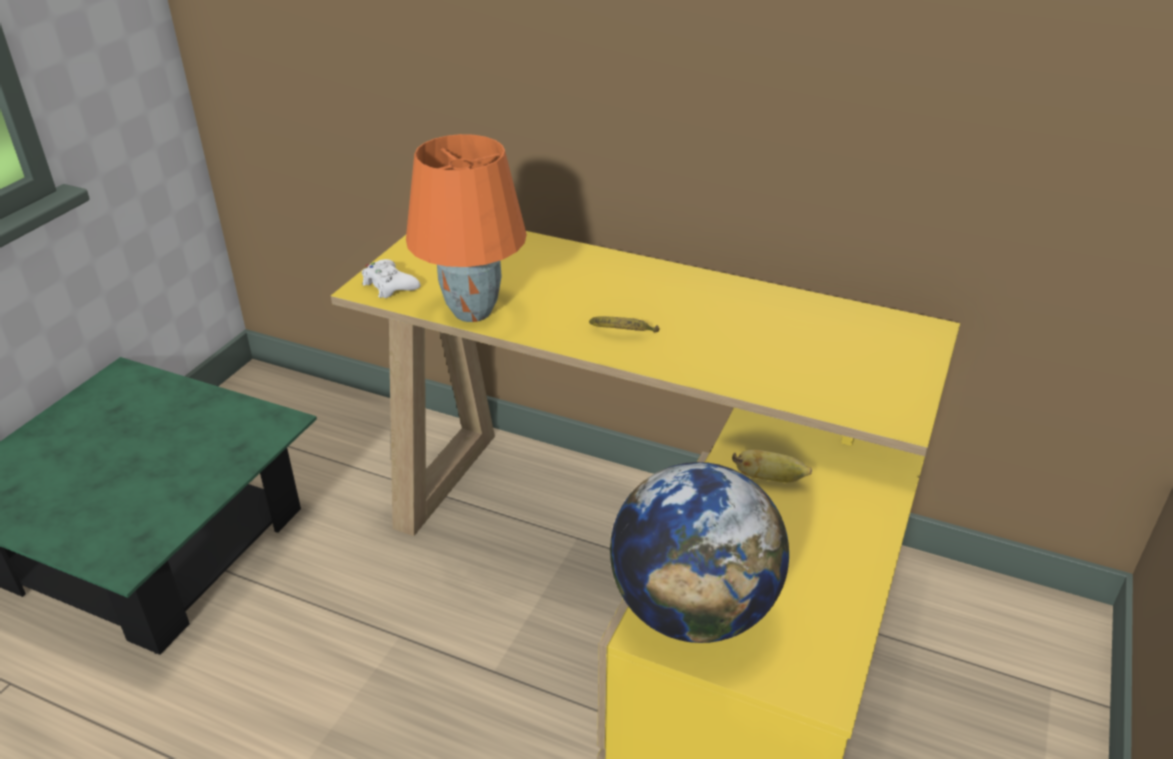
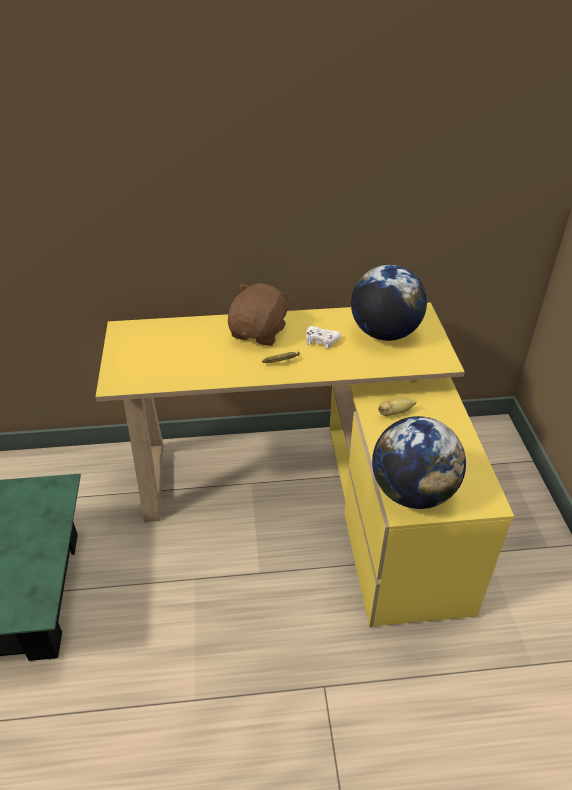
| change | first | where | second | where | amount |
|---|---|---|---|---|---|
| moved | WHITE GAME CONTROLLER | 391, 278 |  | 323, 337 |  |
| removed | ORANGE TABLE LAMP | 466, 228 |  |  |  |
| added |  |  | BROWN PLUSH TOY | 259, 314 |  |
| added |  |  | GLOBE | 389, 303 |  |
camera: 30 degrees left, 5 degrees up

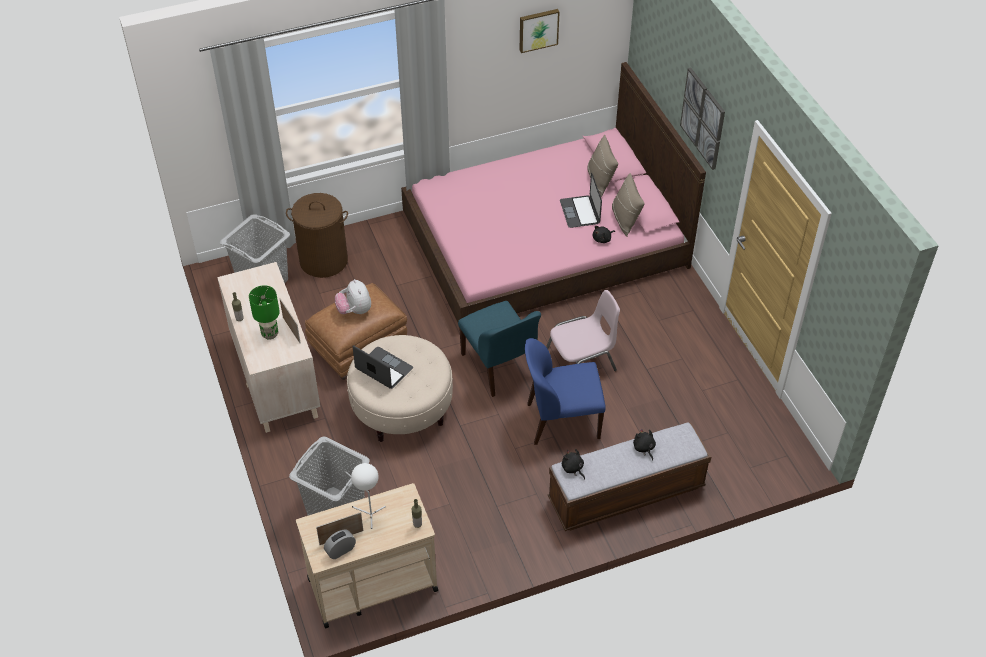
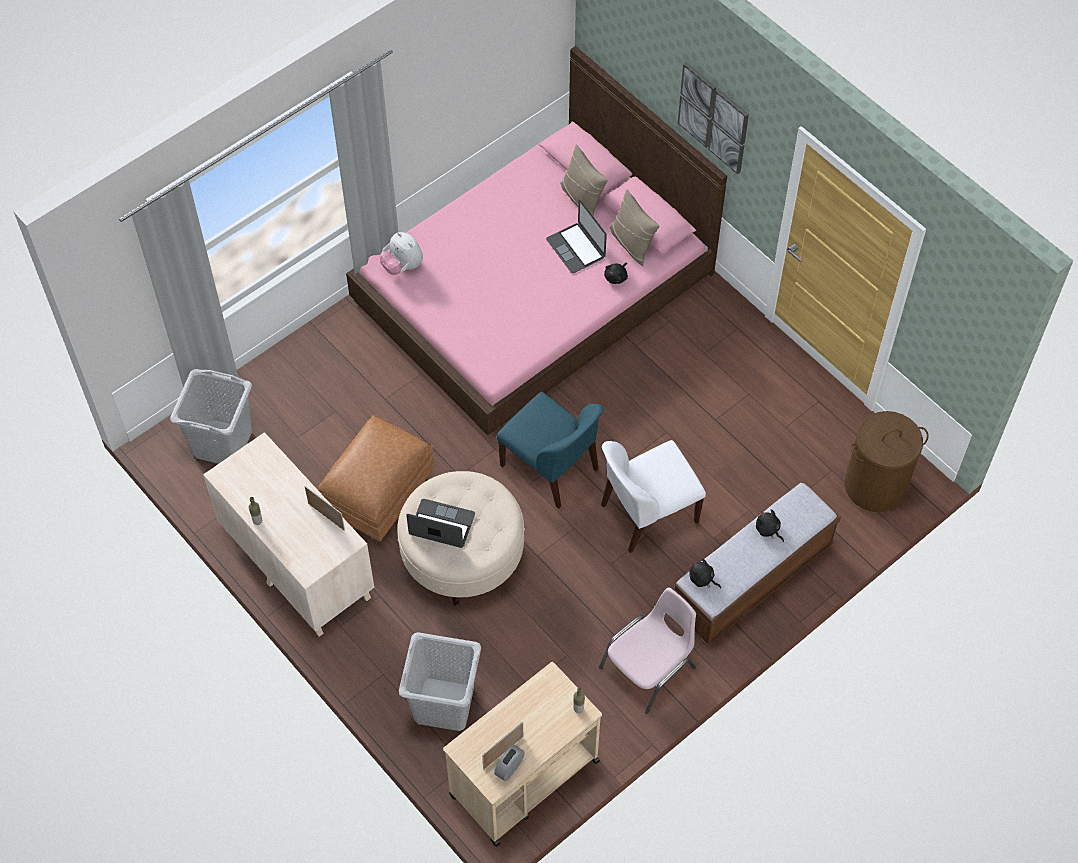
| change | first | where | second | where | amount |
|---|---|---|---|---|---|
| removed | GREEN TABLE LAMP | 264, 312 |  |  |  |
| moved | BROWN LAUNDRY BASKET | 317, 235 |  | 887, 461 |  |
| moved | PLUSH TOY | 353, 296 |  | 401, 253 |  |
| removed | WHITE TABLE LAMP | 365, 496 |  |  |  |
| removed | PICTURE | 540, 31 |  |  |  |
| recoloured | BLUE CHAIR | 565, 391 | WHITE CHAIR | 653, 496 |  |
| moved | PINK CHAIR | 583, 330 |  | 647, 651 |  |
camera: 20 degrees left, 10 degrees up

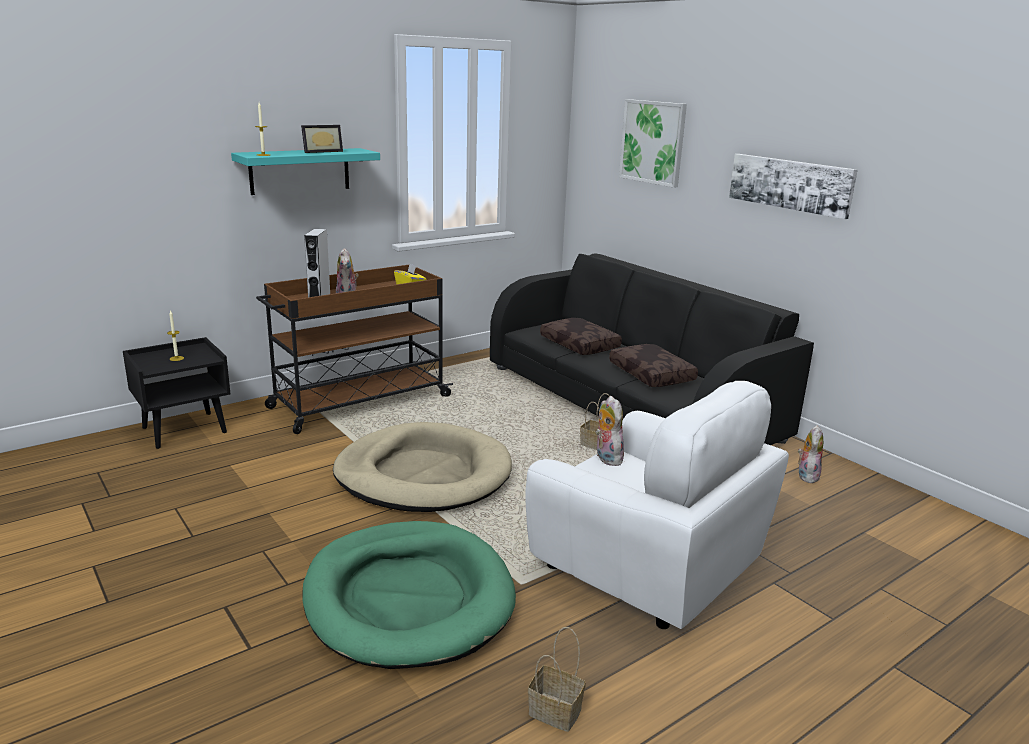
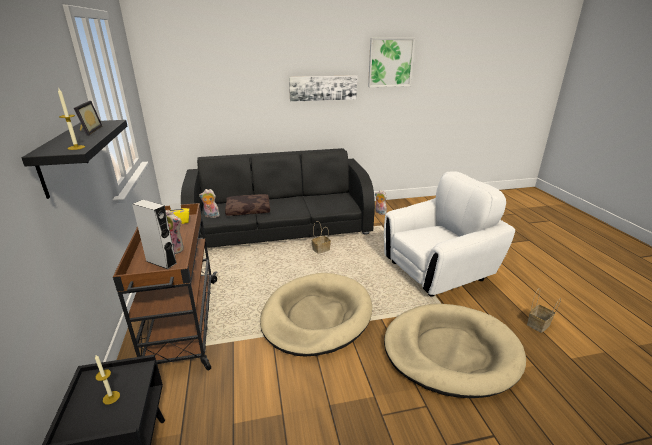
| change | first | where | second | where | amount |
|---|---|---|---|---|---|
| recoloured | TURQUOISE SHELF | 305, 171 | BLACK SHELF | 74, 159 |  |
| recoloured | GREEN DOG BED | 409, 595 | BEIGE DOG BED | 455, 351 |  |
| moved | PLUSH TOY | 610, 431 |  | 209, 203 |  |
| removed | BROWN PILLOW | 653, 365 |  |  |  |
| moved | PICTURE | 653, 143 |  | 391, 62 |  |
camera: 65 degrees left, 5 degrees up

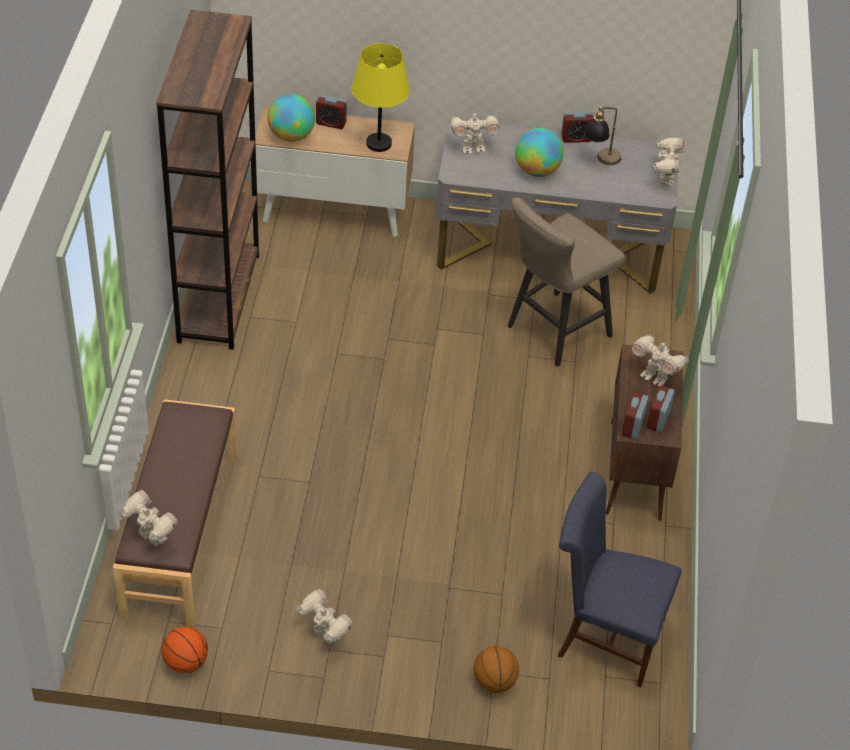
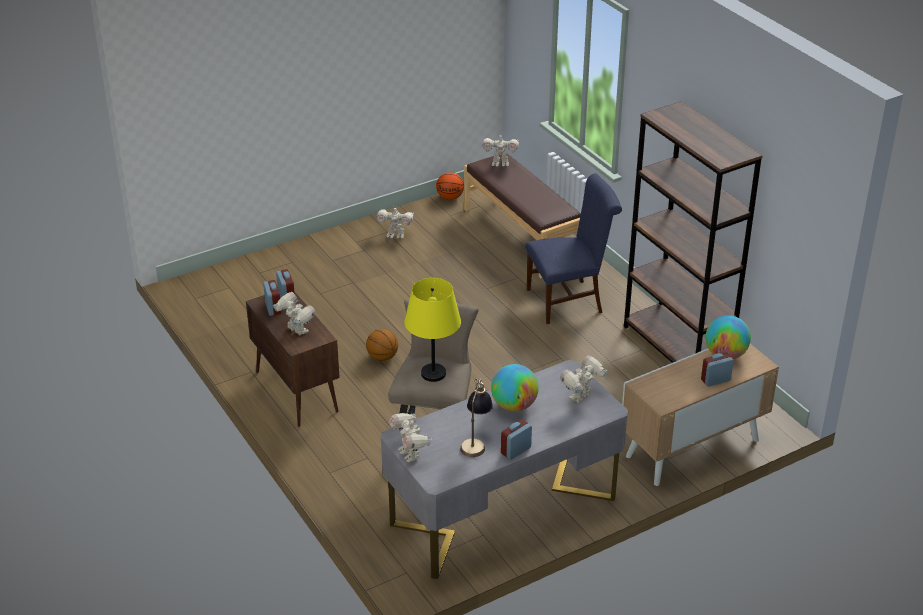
| change | first | where | second | where | amount |
|---|---|---|---|---|---|
| moved | YELLOW TABLE LAMP | 381, 97 |  | 433, 330 |  |
| moved | BASKETBALL | 496, 669 |  | 382, 345 |  |
| moved | BLUE CHAIR | 620, 579 |  | 573, 248 |  |
| turned | TOY ROBOT | 660, 360 |  | 294, 314 | 45 degrees clockwise |
camera: 145 degrees right, 10 degrees down

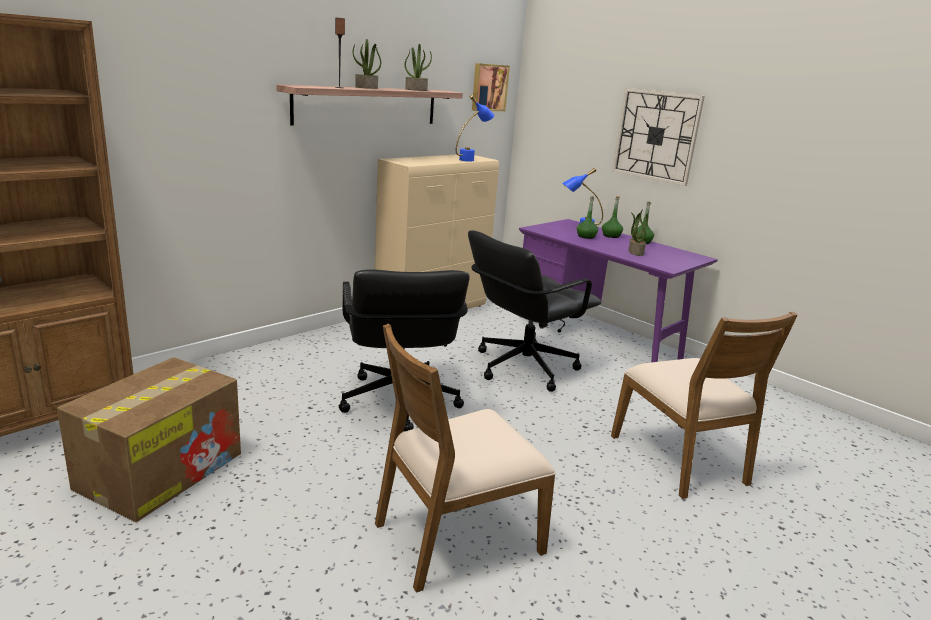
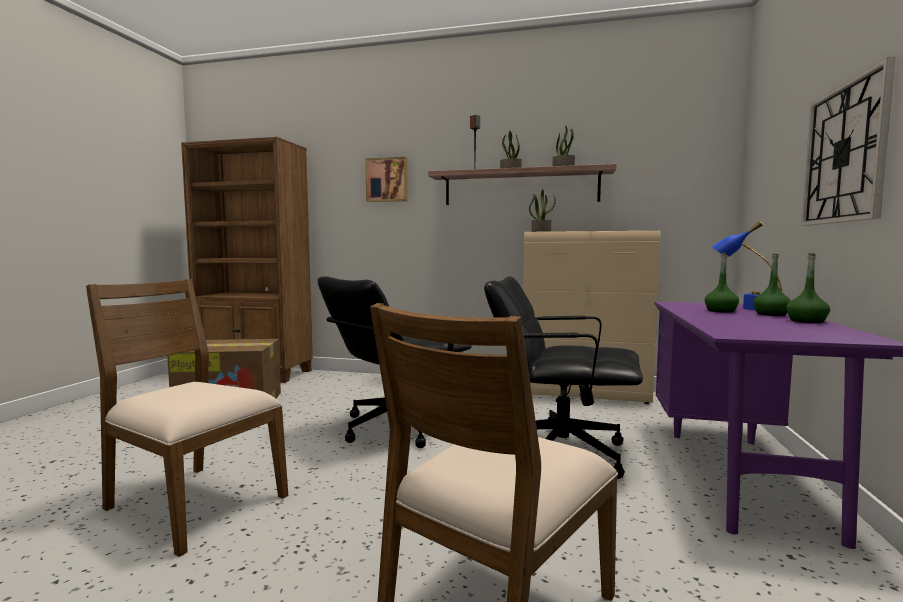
| change | first | where | second | where | amount |
|---|---|---|---|---|---|
| removed | BLUE TABLE LAMP | 475, 128 |  |  |  |
| moved | PICTURE | 491, 87 |  | 386, 179 |  |
| moved | POTTED PLANT | 638, 232 |  | 542, 210 |  |
camera: 60 degrees right, 15 degrees down

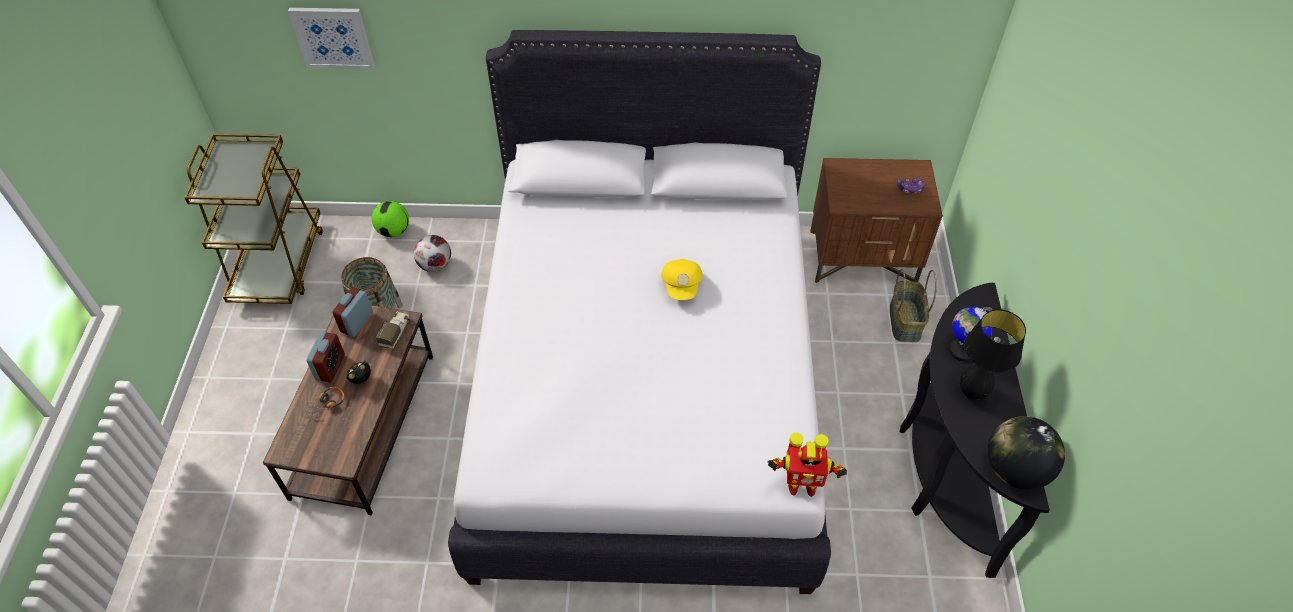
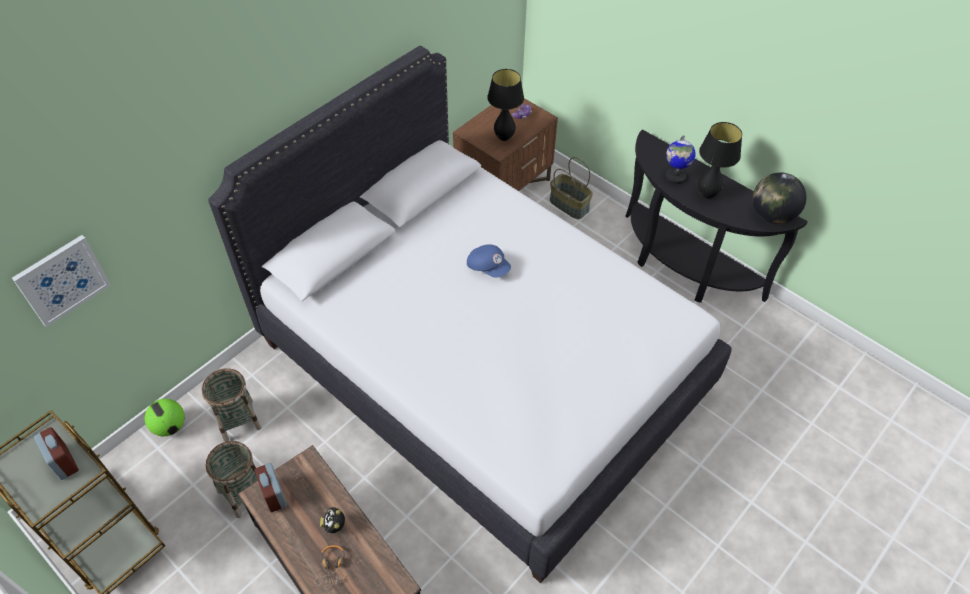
| change | first | where | second | where | amount |
|---|---|---|---|---|---|
| moved | ALARM CLOCK | 326, 357 |  | 56, 453 |  |
| removed | TOY TRUCK | 393, 330 |  |  |  |
| replaced | FOOTBALL | 432, 253 | BASKET | 231, 405 |  |
| recoloured | YELLOW CAP | 682, 279 | BLUE CAP | 489, 261 |  |
| removed | TOY ROBOT | 807, 465 |  |  |  |
| added |  |  | BLACK TABLE LAMP | 505, 105 |  |
camera: 50 degrees left, 0 degrees up

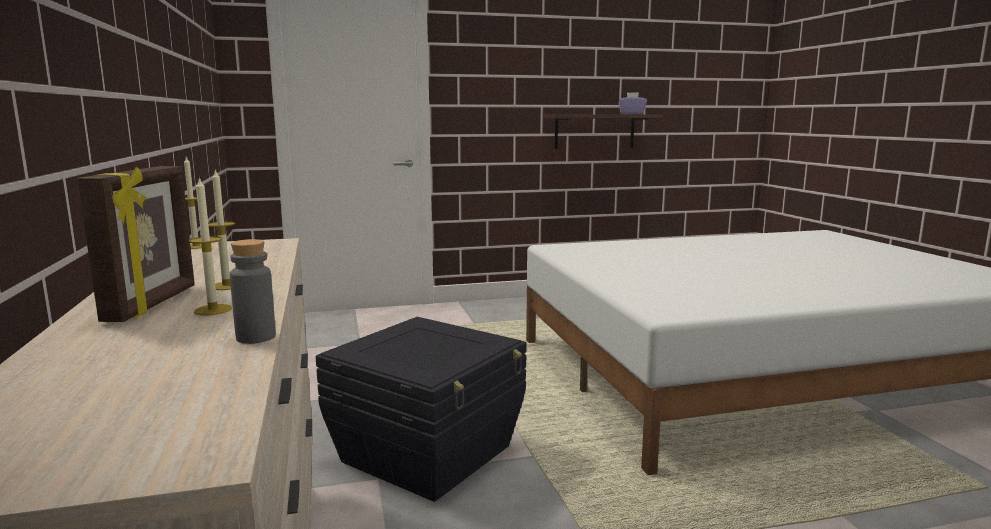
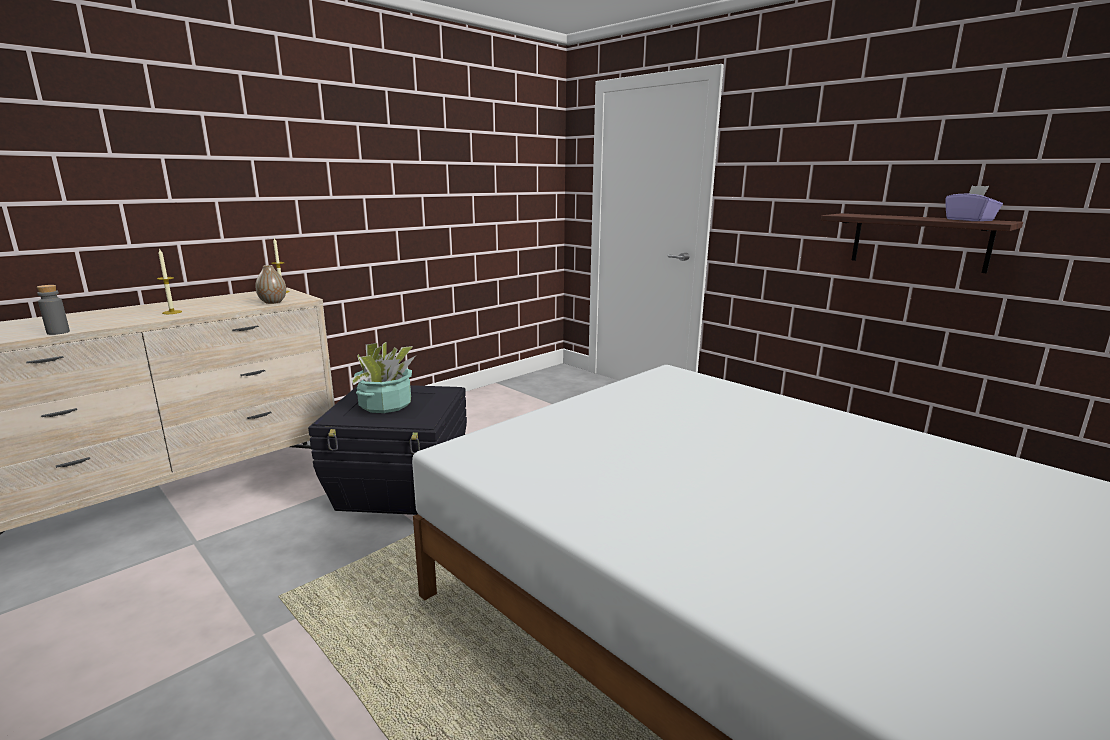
| change | first | where | second | where | amount |
|---|---|---|---|---|---|
| removed | PICTURE FRAME | 136, 244 |  |  |  |
| removed | CANDLE | 210, 246 |  |  |  |
| added |  |  | VASE | 270, 284 |  |
| added |  |  | POTTED PLANT | 383, 377 |  |
camera: 60 degrees right, 5 degrees up

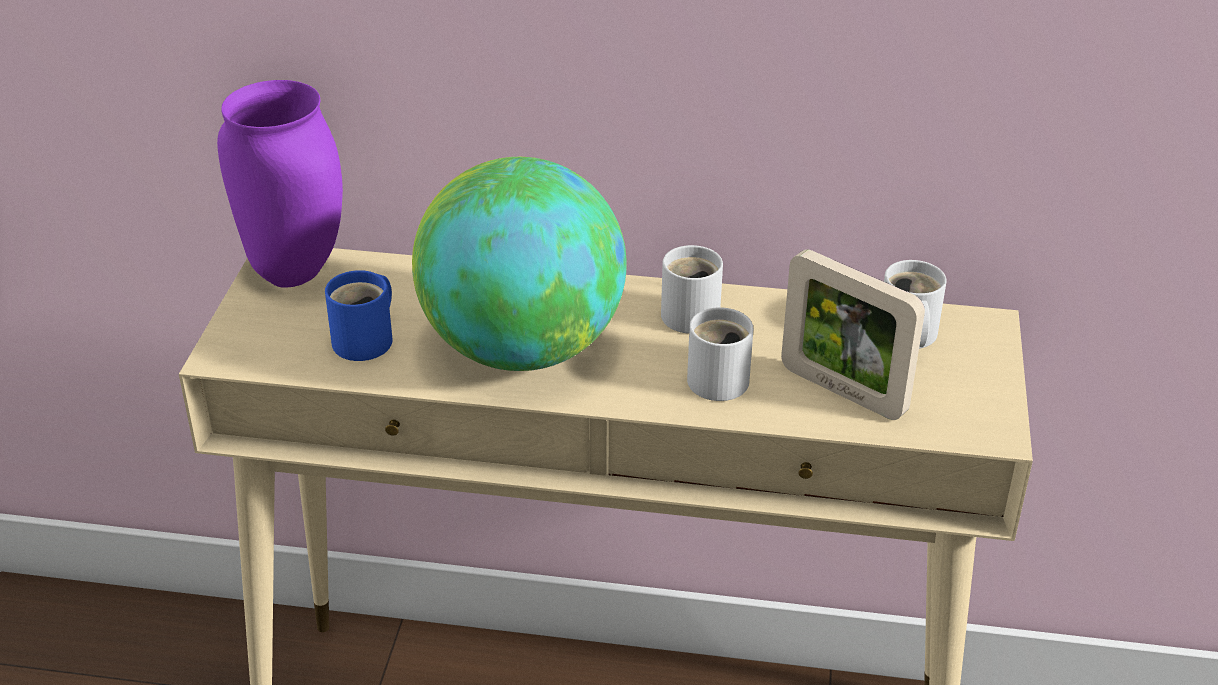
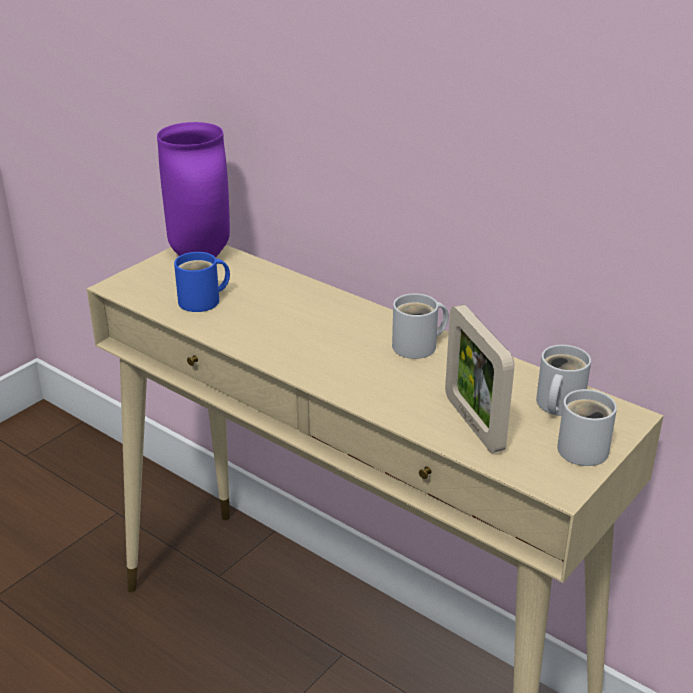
| change | first | where | second | where | amount |
|---|---|---|---|---|---|
| removed | GLOBE | 519, 264 |  |  |  |
| moved | WHITE MUG | 720, 354 |  | 587, 427 |  |
camera: 30 degrees right, 5 degrees down

